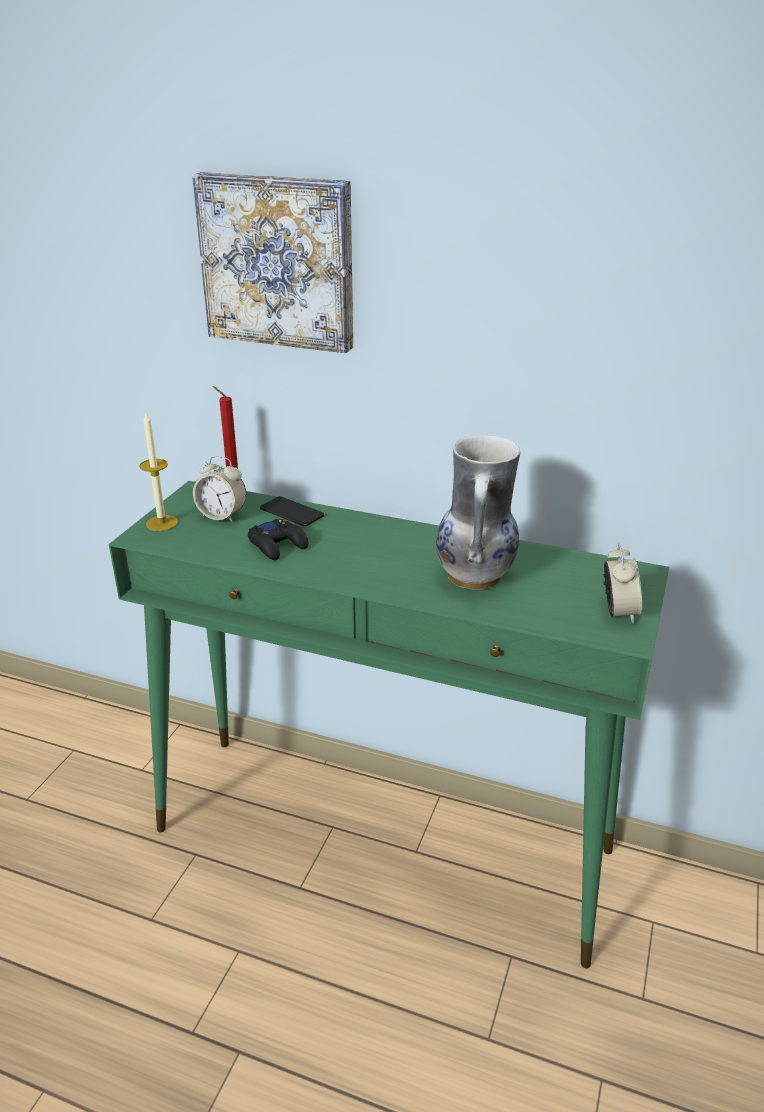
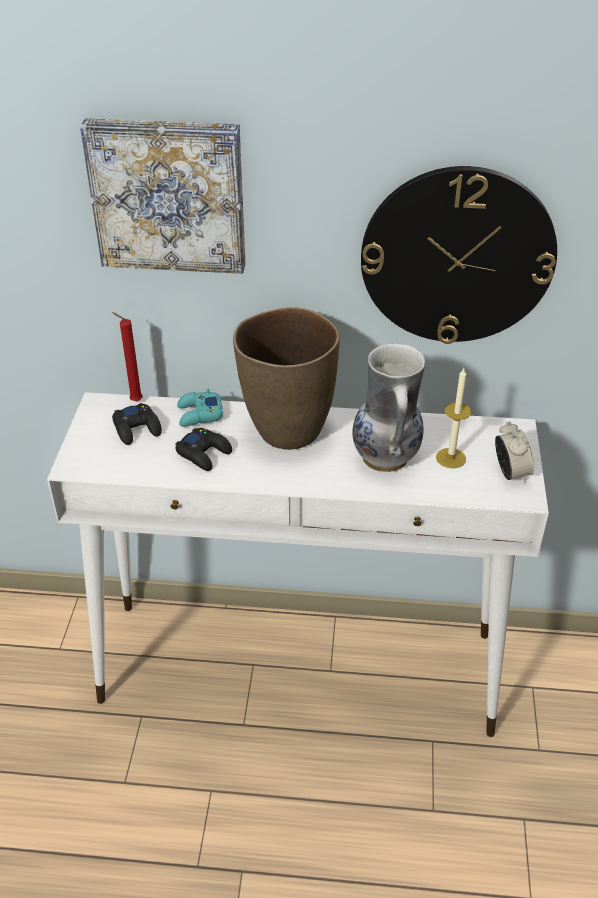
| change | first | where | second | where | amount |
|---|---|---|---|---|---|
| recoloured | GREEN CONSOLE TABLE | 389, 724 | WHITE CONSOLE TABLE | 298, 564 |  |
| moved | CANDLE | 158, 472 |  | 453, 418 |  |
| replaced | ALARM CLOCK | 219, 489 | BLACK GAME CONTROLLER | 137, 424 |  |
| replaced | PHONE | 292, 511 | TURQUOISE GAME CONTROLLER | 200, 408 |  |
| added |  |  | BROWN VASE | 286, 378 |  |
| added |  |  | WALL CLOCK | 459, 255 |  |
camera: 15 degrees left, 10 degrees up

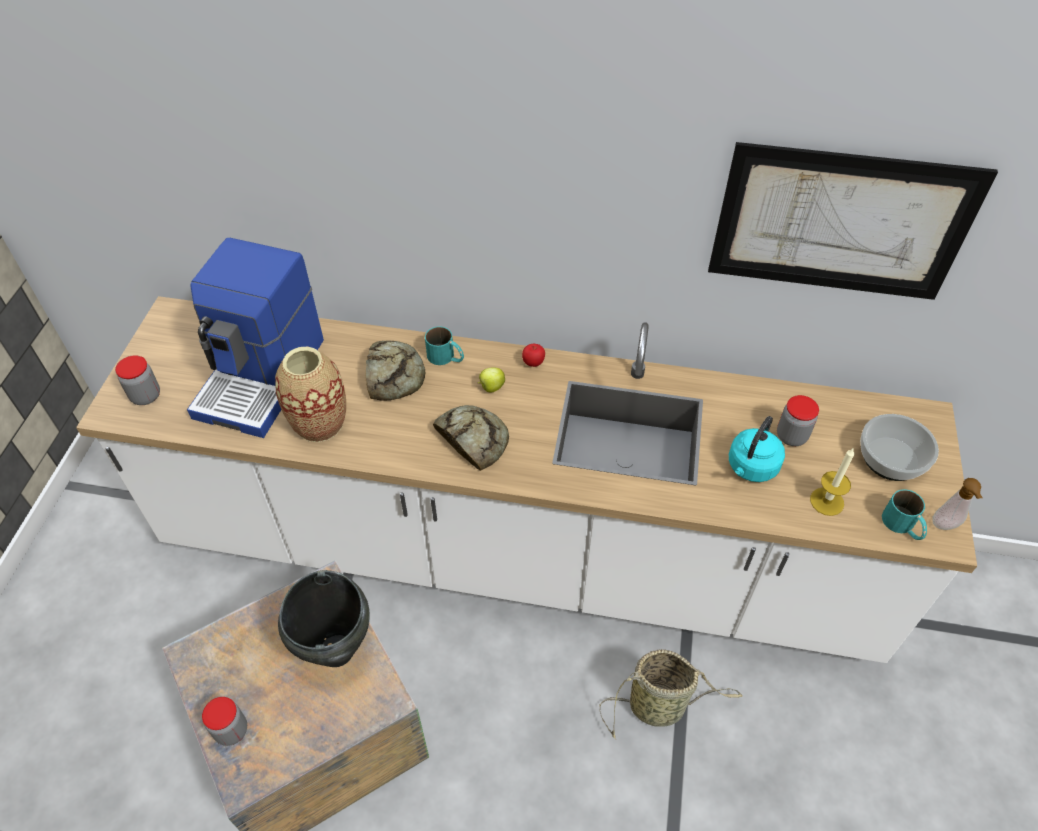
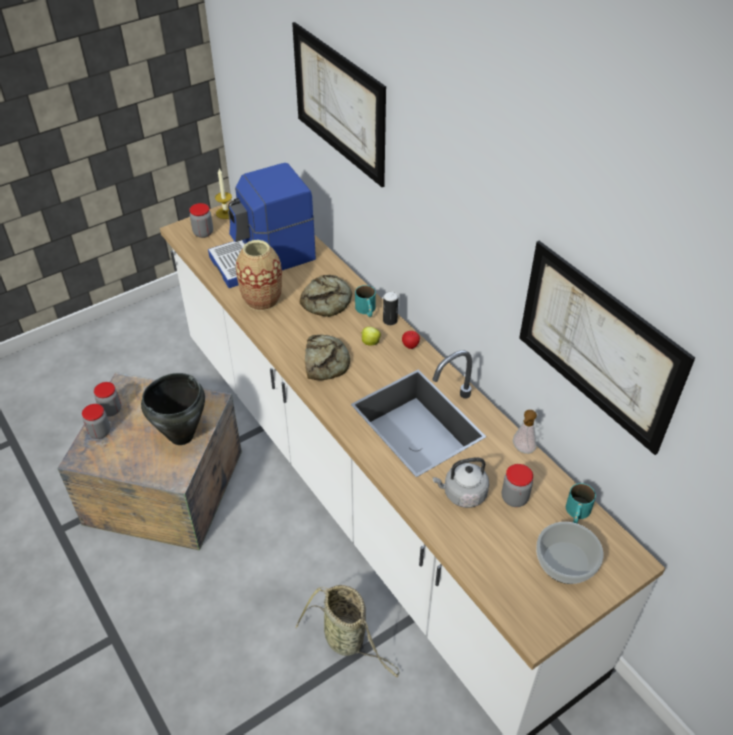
| change | first | where | second | where | amount |
|---|---|---|---|---|---|
| recoloured | TURQUOISE KETTLE | 757, 449 | GREY KETTLE | 461, 482 |  |
| moved | CANDLE | 832, 482 |  | 223, 194 |  |
| moved | TURQUOISE MUG | 904, 514 |  | 581, 503 |  |
| moved | SOAP DISPENSER | 957, 504 |  | 524, 432 |  |
| added |  |  | JAR | 107, 399 |  |
| added |  |  | PICTURE | 339, 104 |  |
| added |  |  | CAN | 390, 308 |  |
camera: 45 degrees right, 5 degrees down

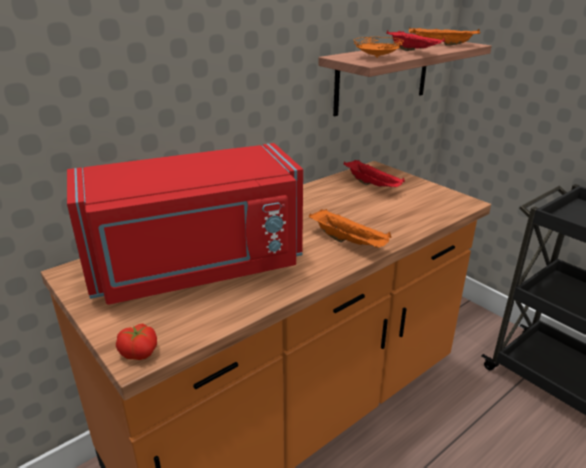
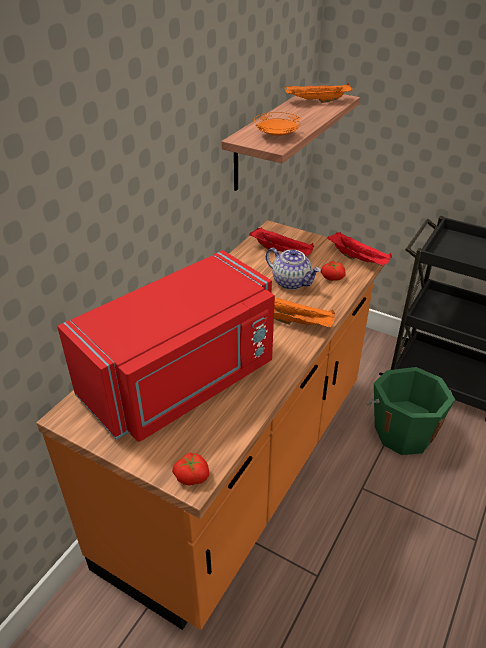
| change | first | where | second | where | amount |
|---|---|---|---|---|---|
| moved | RED TRAY | 415, 41 |  | 359, 249 |  |
| added |  |  | TEAPOT | 293, 269 |  |
| added |  |  | TOMATO | 333, 271 |  |
| added |  |  | GREEN BUCKET | 410, 411 |  |
camera: 20 degrees left, 10 degrees up

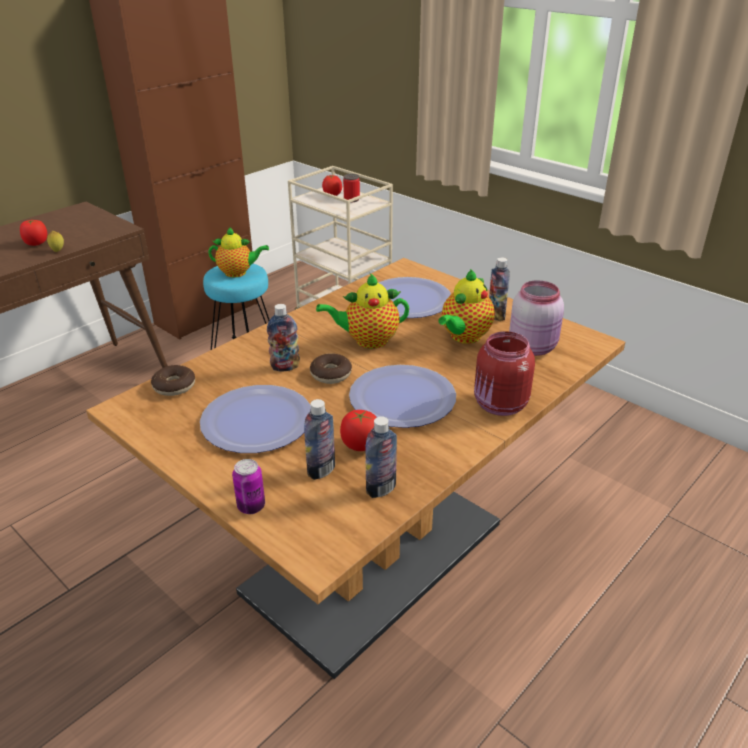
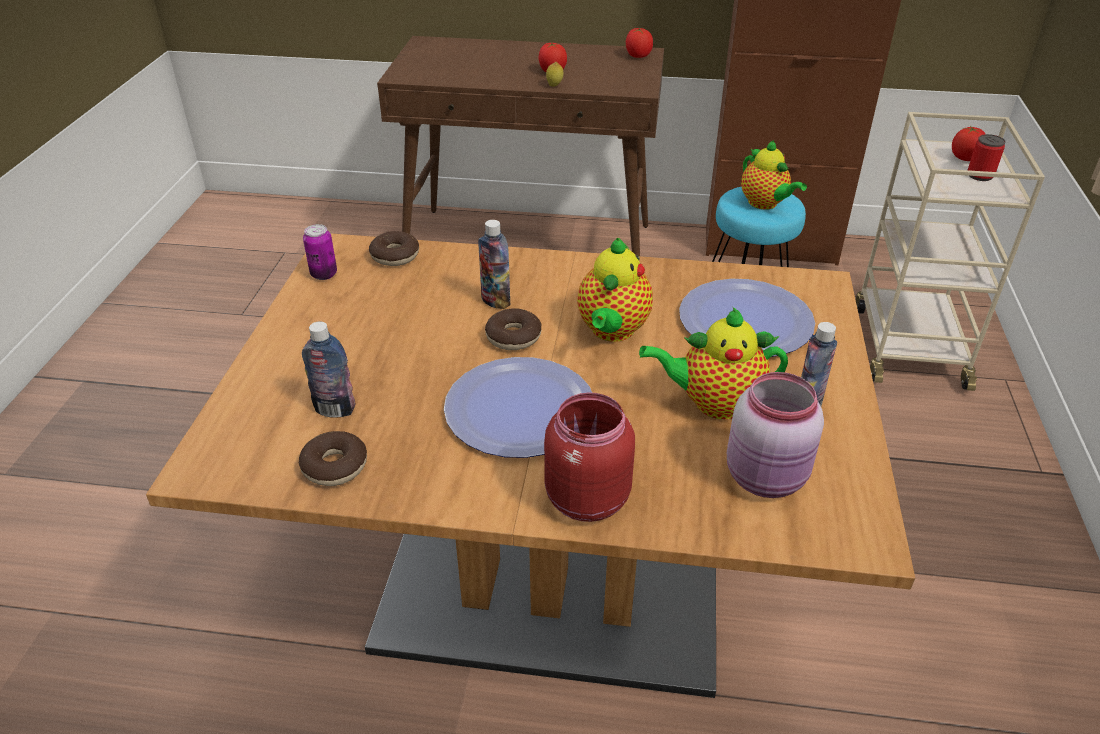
| change | first | where | second | where | amount |
|---|---|---|---|---|---|
| removed | PLATE | 255, 419 |  |  |  |
| moved | CAN | 248, 486 |  | 320, 252 |  |
| turned | TEAPOT | 362, 311 |  | 615, 289 | 120 degrees counterclockwise |
| moved | TOMATO | 358, 430 |  | 639, 43 |  |
| replaced | BOTTLE | 381, 457 | DONUT | 333, 458 |  |
camera: 55 degrees right, 5 degrees up

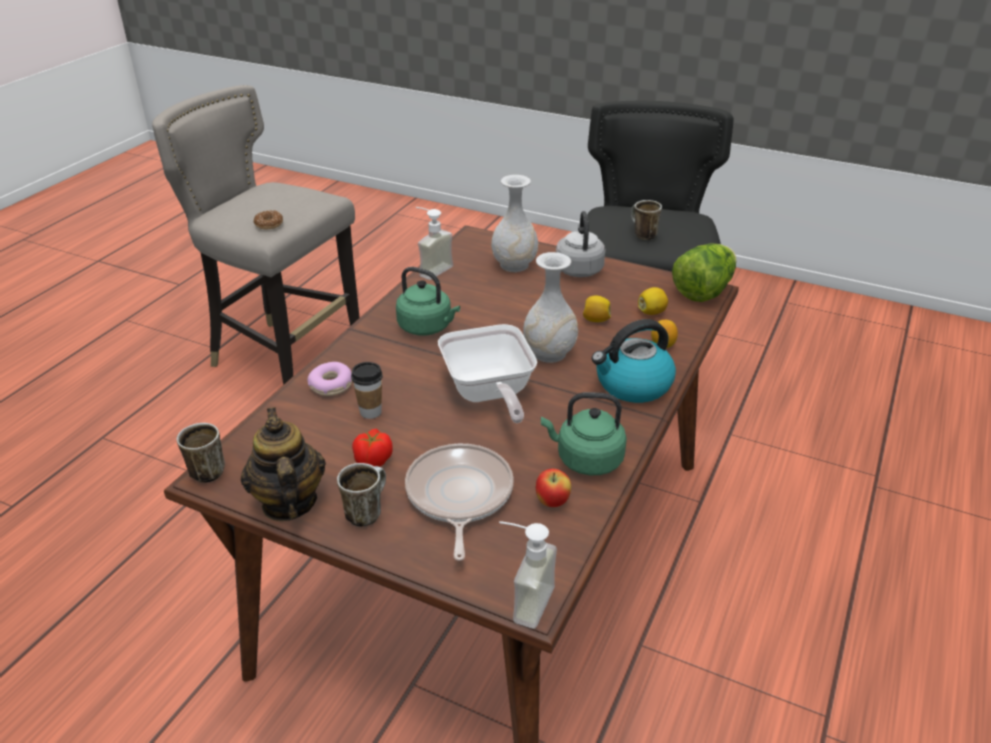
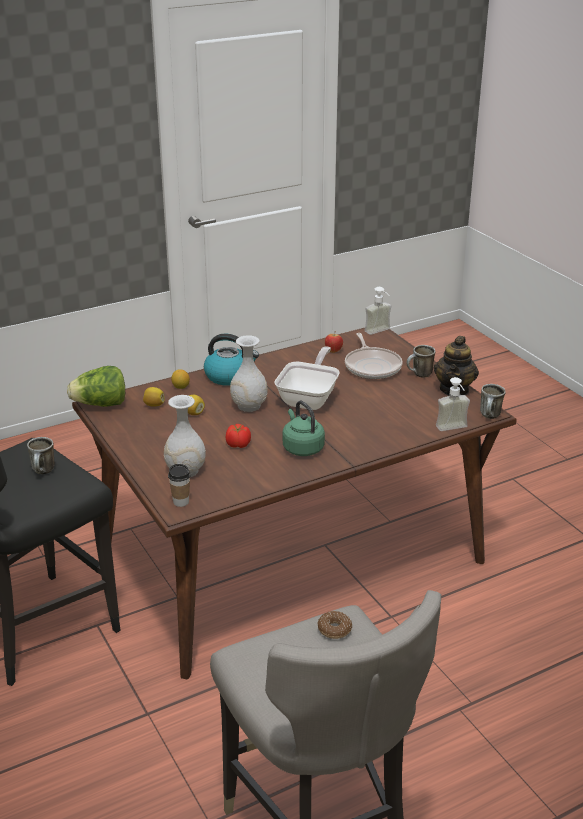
| change | first | where | second | where | amount |
|---|---|---|---|---|---|
| removed | DONUT | 329, 379 |  |  |  |
| moved | CUP | 367, 390 |  | 179, 485 |  |
| moved | TOMATO | 372, 448 |  | 238, 436 |  |
| turned | FRYING PAN | 459, 502 |  | 373, 356 | 45 degrees counterclockwise |
| moved | SOAP DISPENSER | 434, 243 |  | 453, 404 |  |
| removed | GREEN KETTLE | 584, 433 |  |  |  |
| removed | GREY KETTLE | 580, 244 |  |  |  |
camera: 145 degrees left, 5 degrees down

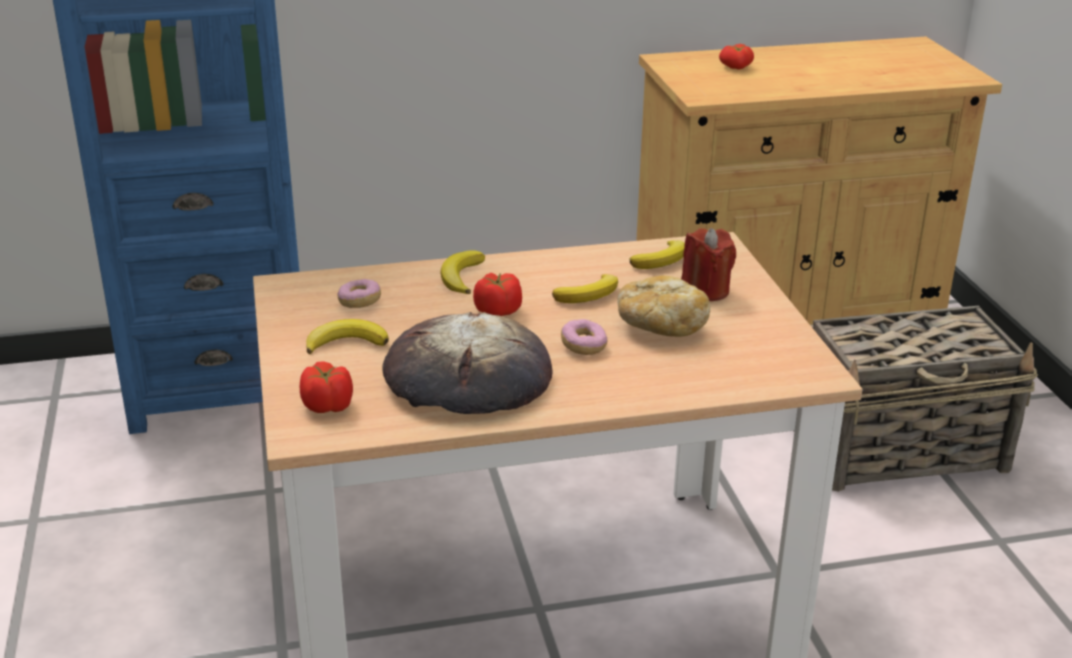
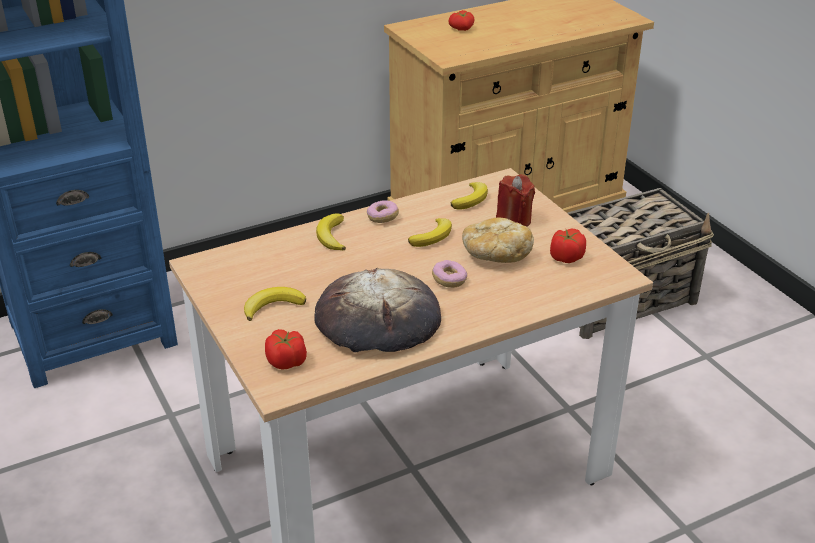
| change | first | where | second | where | amount |
|---|---|---|---|---|---|
| moved | DONUT | 359, 293 |  | 383, 211 |  |
| moved | TOMATO | 497, 294 |  | 568, 246 |  |
camera: 15 degrees left, 5 degrees up

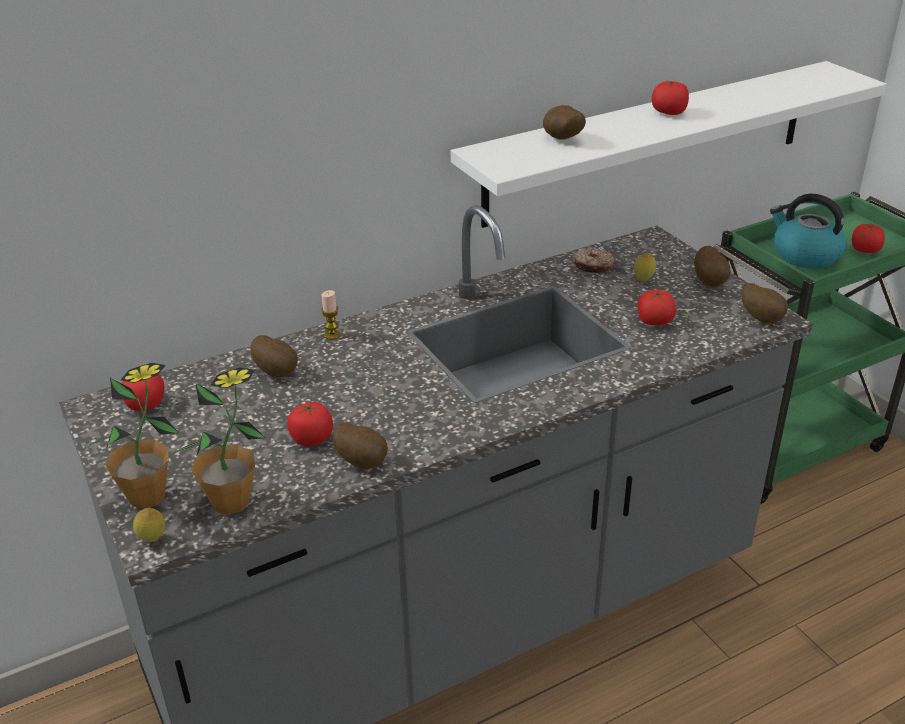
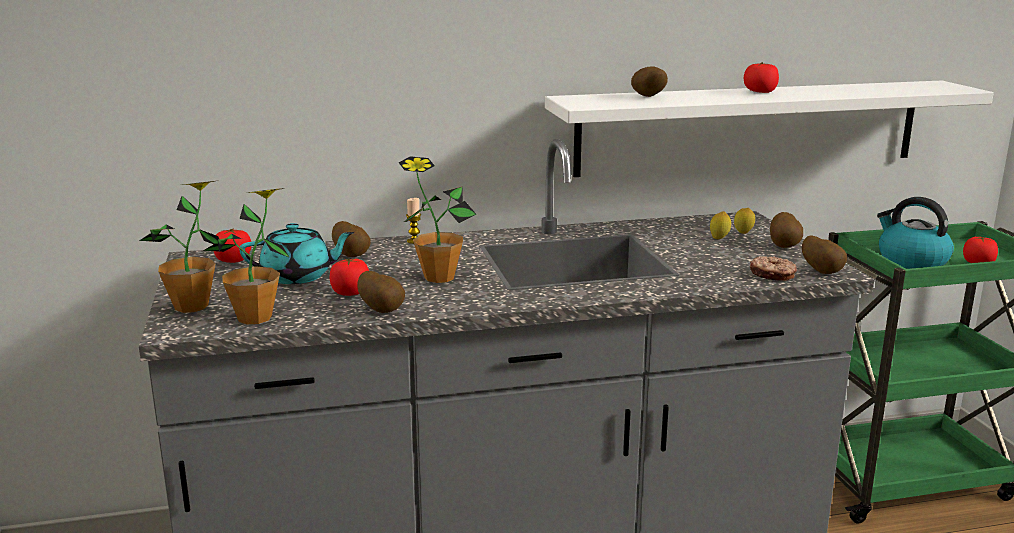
| change | first | where | second | where | amount |
|---|---|---|---|---|---|
| moved | LEMON | 149, 525 |  | 744, 221 |  |
| moved | DONUT | 594, 260 |  | 773, 268 |  |
| removed | TOMATO | 656, 307 |  |  |  |
| added |  |  | TURQUOISE TEAPOT | 296, 253 |  |
| added |  |  | POTTED PLANT | 437, 219 |  |
camera: 15 degrees right, 15 degrees down

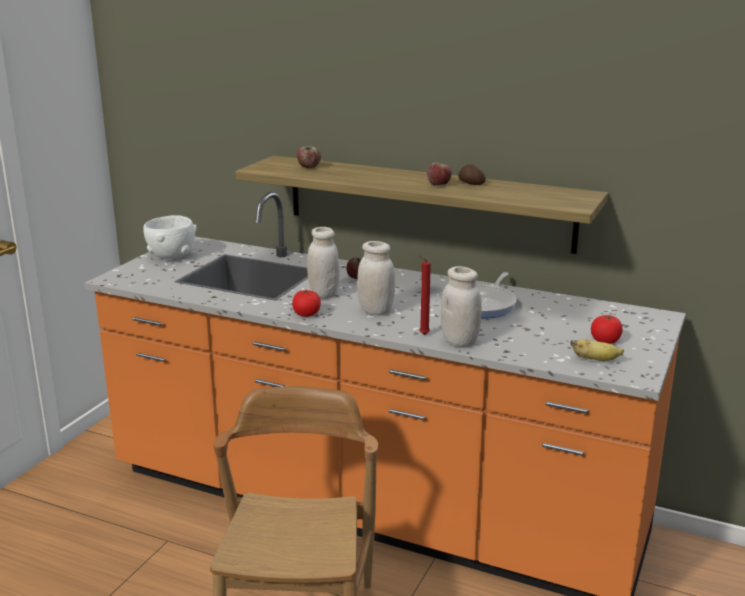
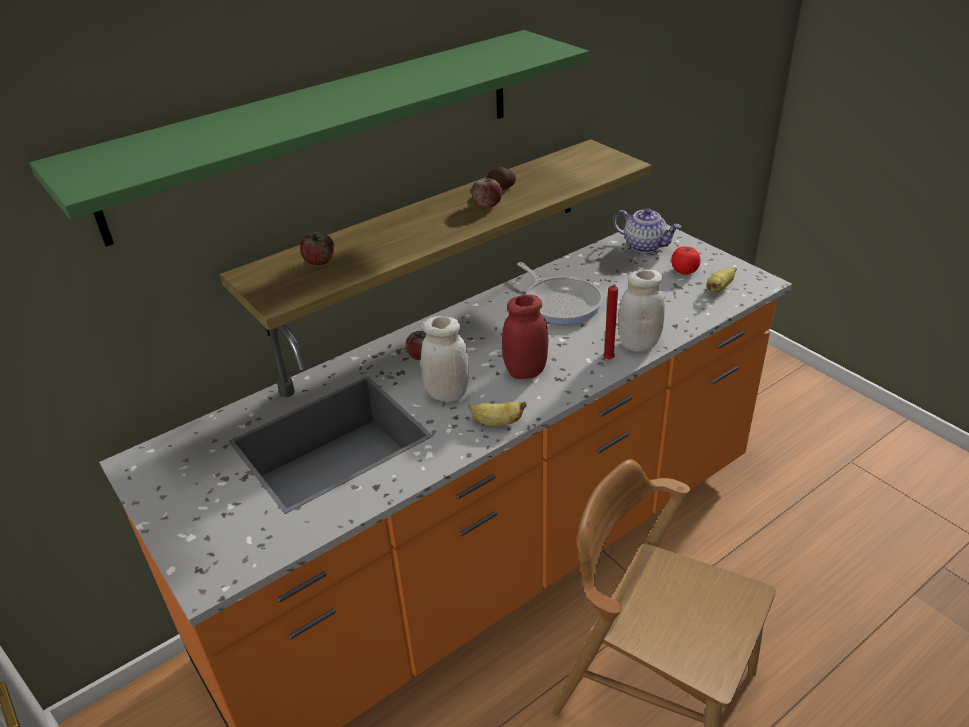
| change | first | where | second | where | amount |
|---|---|---|---|---|---|
| removed | WHITE BOWL | 170, 237 |  |  |  |
| replaced | TOMATO | 306, 303 | BANANA | 497, 413 |  |
| recoloured | WHITE JAR | 376, 278 | RED JAR | 525, 337 |  |
| added |  |  | GREEN SHELF | 309, 138 |  |
| added |  |  | TEAPOT | 647, 230 |  |
camera: 60 degrees left, 15 degrees up

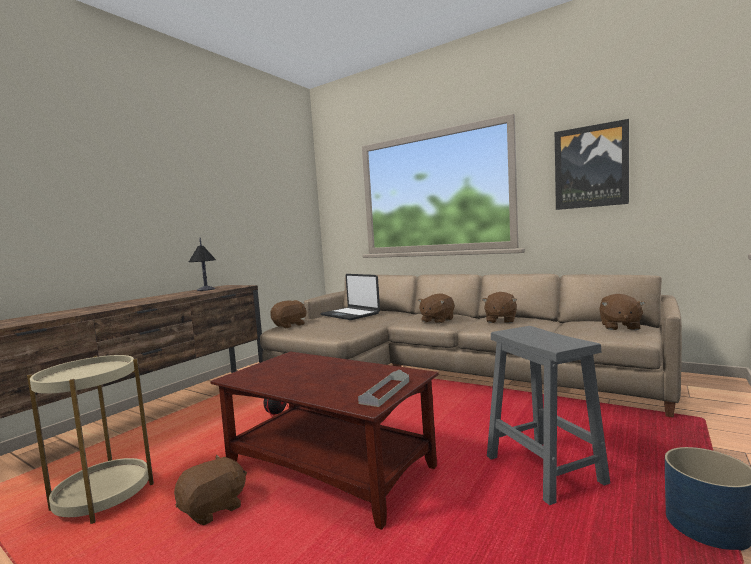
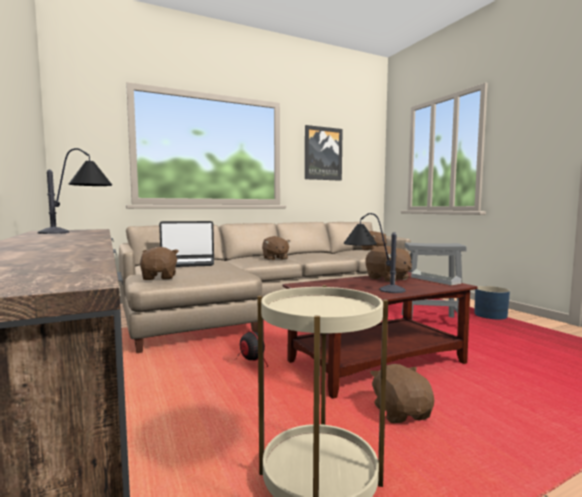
| change | first | where | second | where | amount |
|---|---|---|---|---|---|
| moved | BROWN PLUSH TOY | 499, 307 |  | 388, 264 |  |
| added |  |  | TABLE LAMP | 374, 253 |  |
camera: 60 degrees left, 0 degrees up

